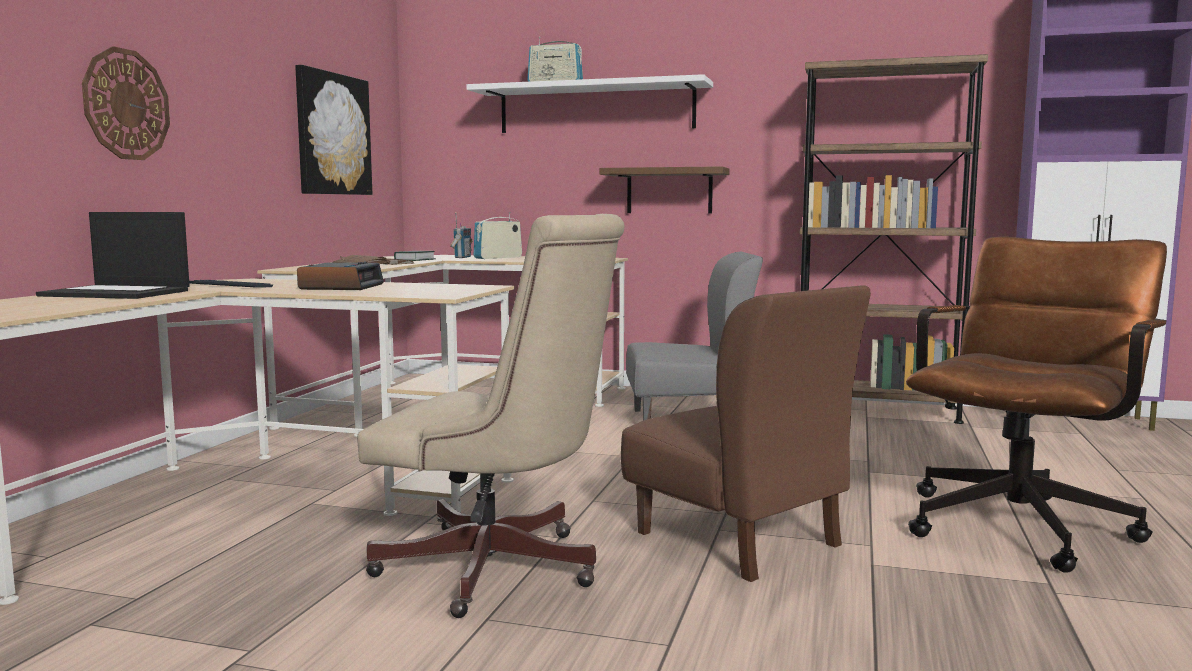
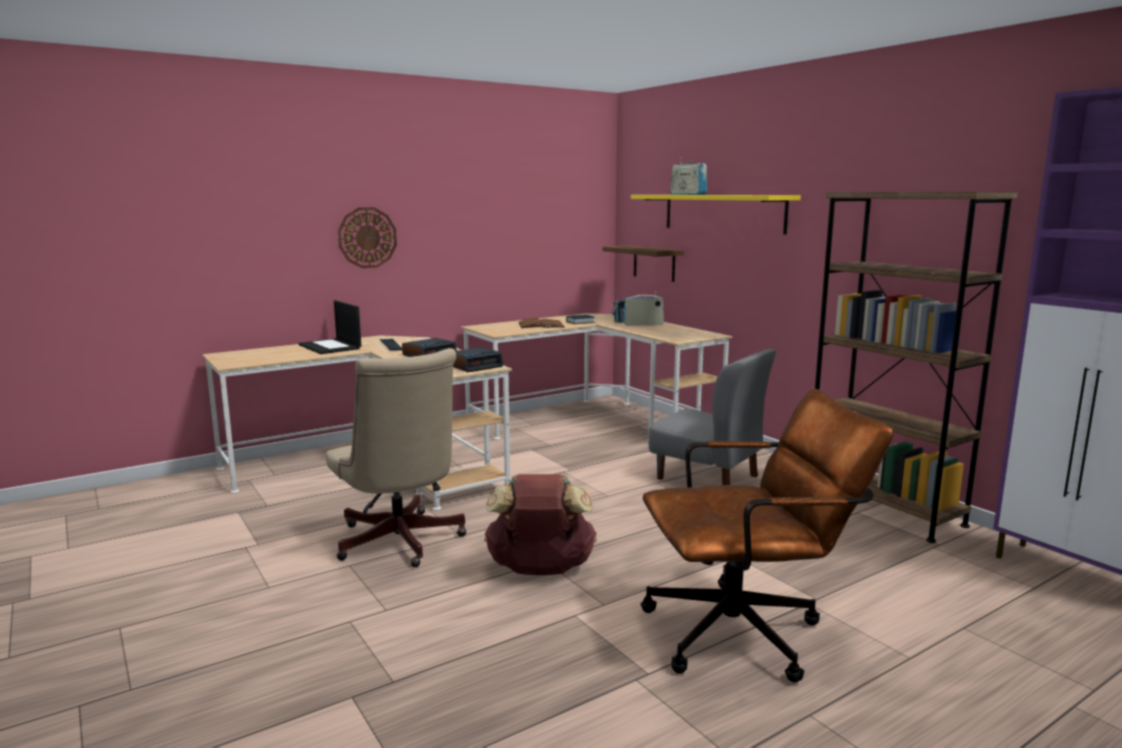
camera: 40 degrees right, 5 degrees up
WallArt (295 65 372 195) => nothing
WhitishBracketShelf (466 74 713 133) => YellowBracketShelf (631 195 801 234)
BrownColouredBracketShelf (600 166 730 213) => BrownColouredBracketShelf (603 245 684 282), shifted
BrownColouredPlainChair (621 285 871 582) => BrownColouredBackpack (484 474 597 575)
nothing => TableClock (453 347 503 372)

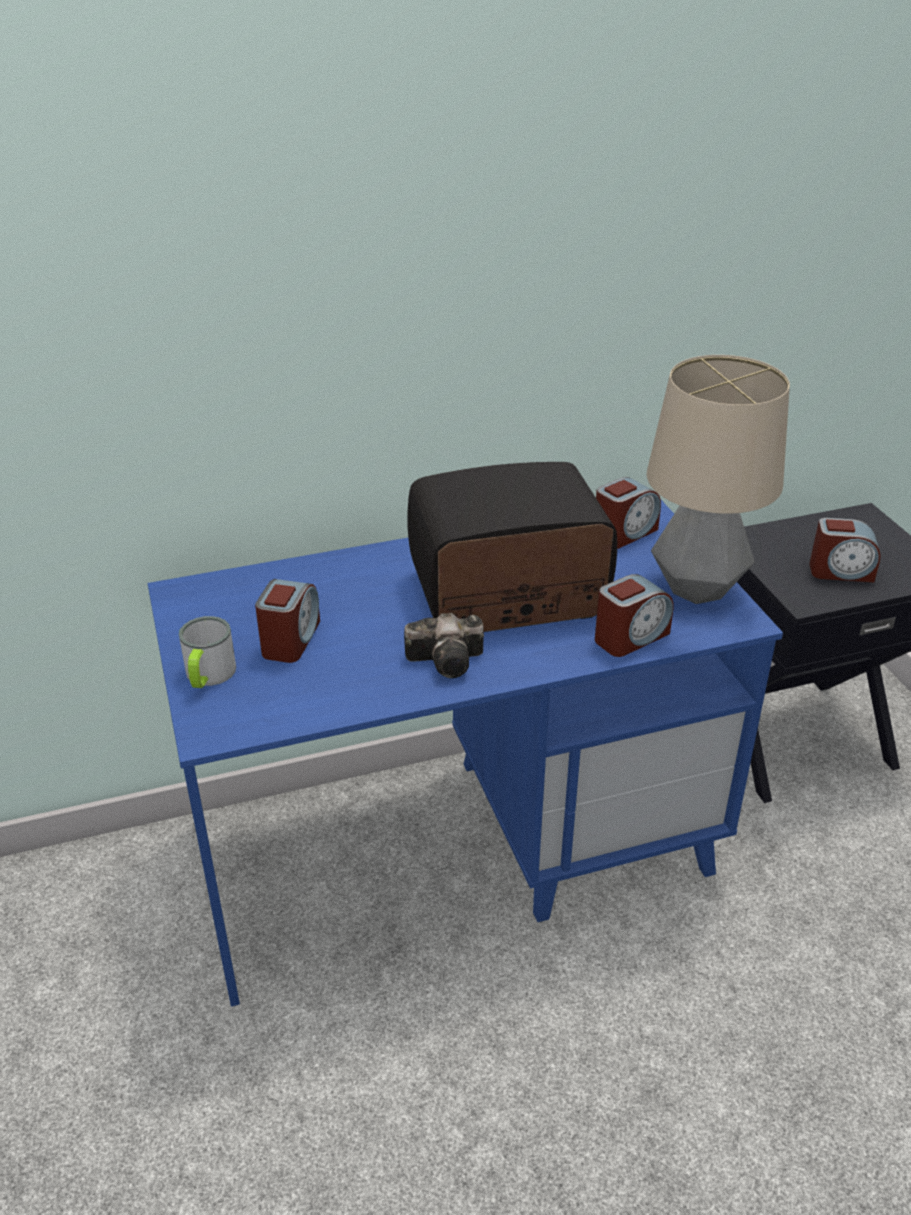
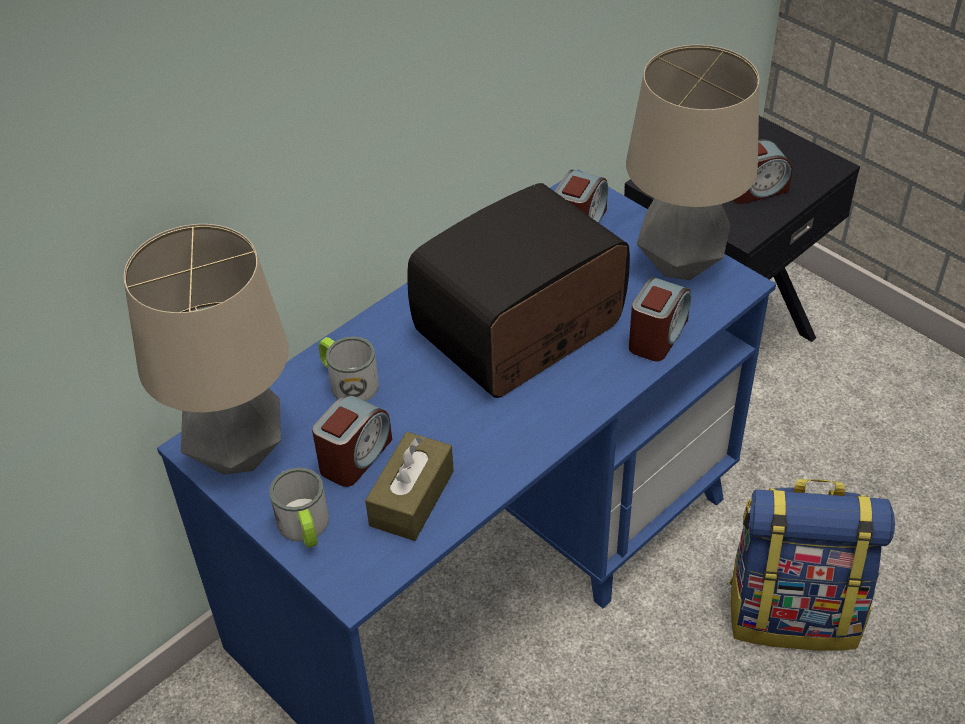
camera: 25 degrees left, 10 degrees up
TableClock (255 579 320 663) => TableClock (312 395 392 487), 45 degrees clockwise
StillCamera (404 613 484 678) => nothing
nothing => TabletopLamp (124 224 289 475)
nothing => Mug (319 336 379 401)
nothing => BrownColouredTissueBox (365 432 454 541)
nothing => Backpack (729 479 895 651)

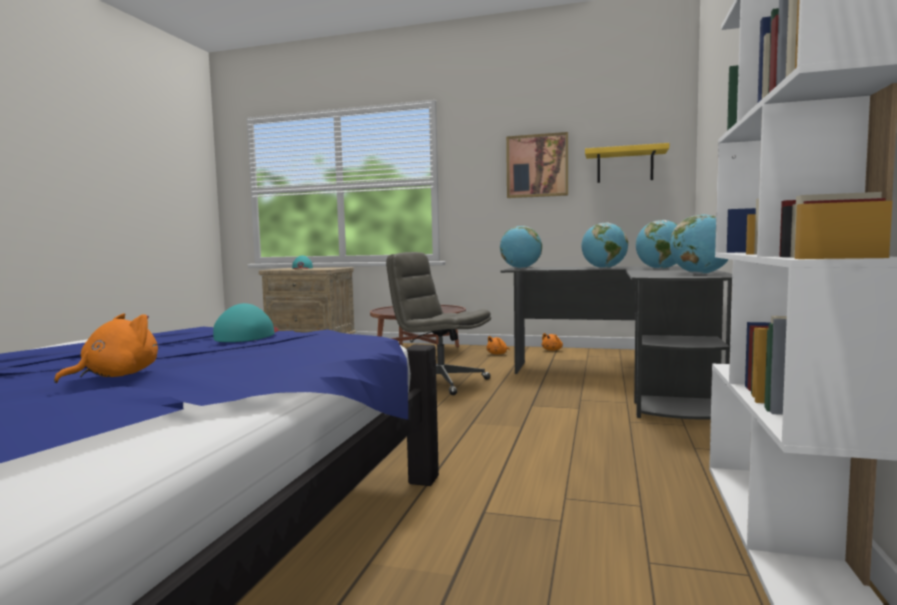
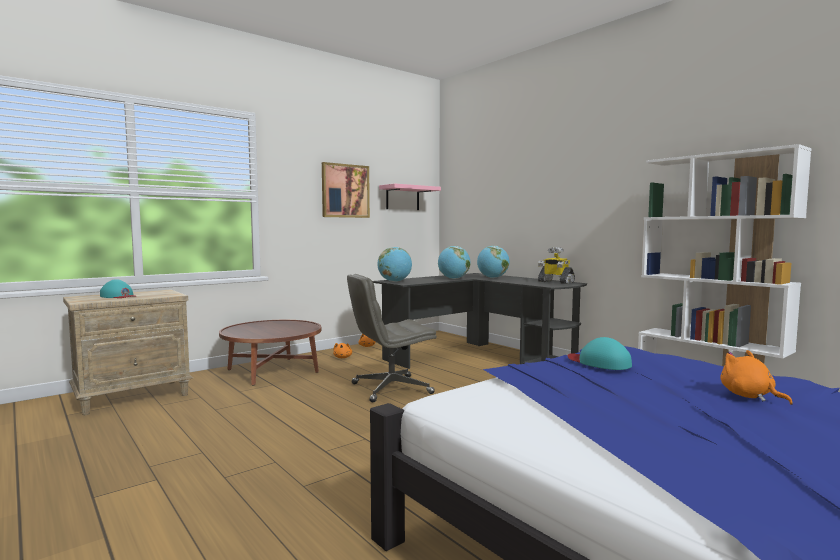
camera: 55 degrees left, 0 degrees up
YellowBracketShelf (585 143 669 183) => PinkBracketShelf (379 184 441 210)
Globe (670 215 729 274) => ModelRobot (538 247 575 284)

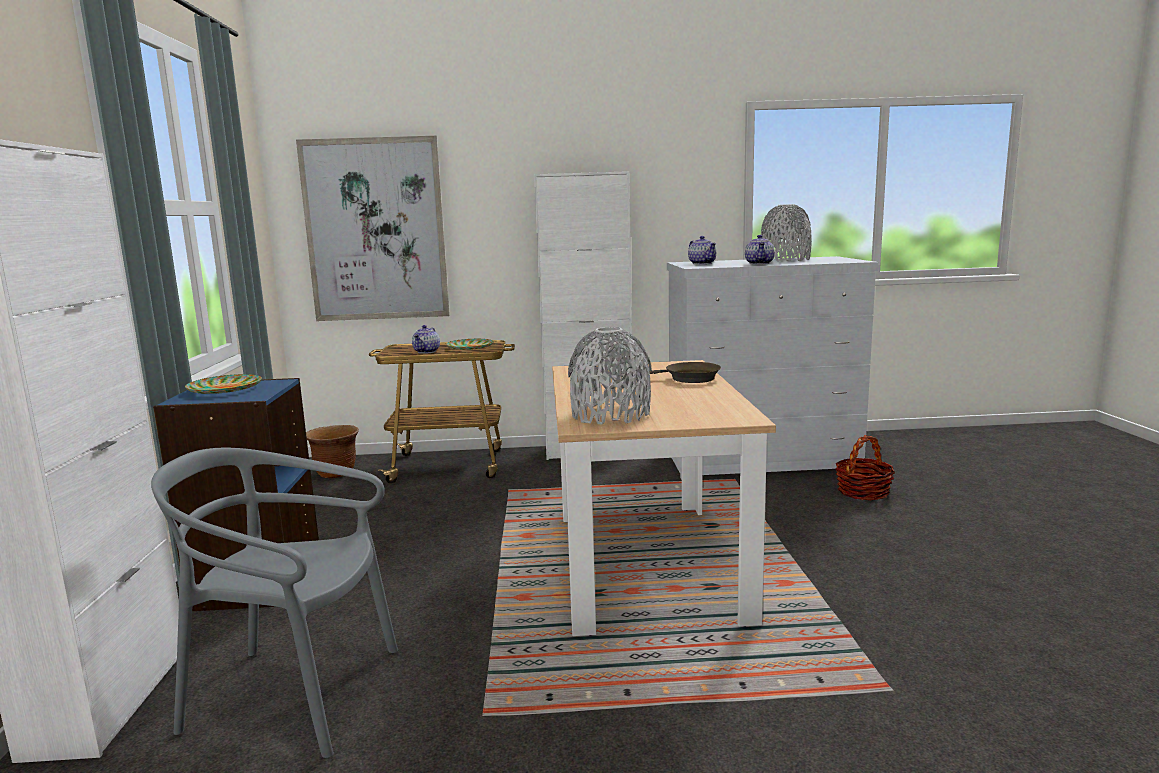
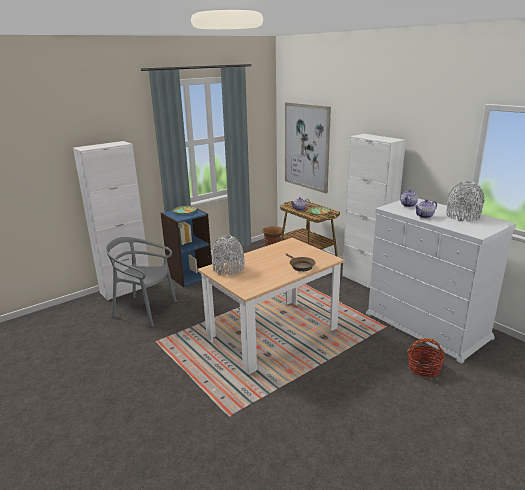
camera: 55 degrees right, 10 degrees up
GreyishPlainChair (151 447 398 758) => GreyishPlainChair (106 237 177 327), 45 degrees counterclockwise

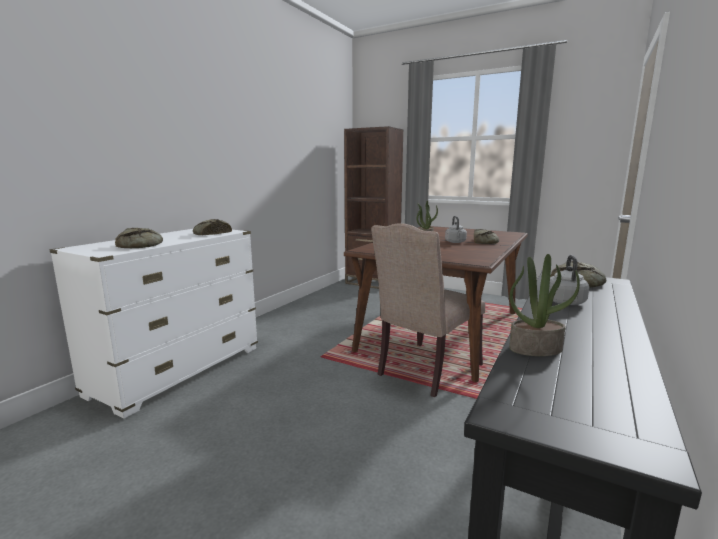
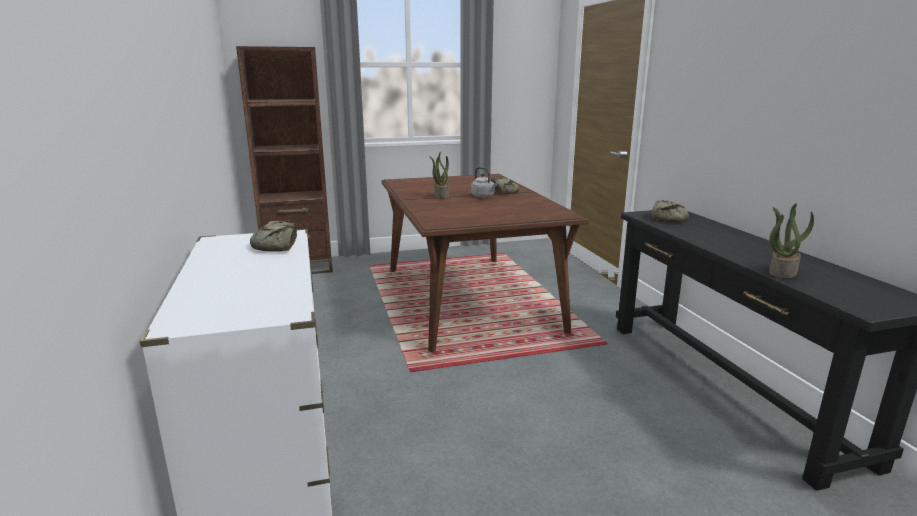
camera: 45 degrees left, 5 degrees up
BeigePlainChair (371 223 485 398) => nothing
BakeryBread (115 228 163 248) => nothing
GreyishKettle (549 255 589 305) => nothing

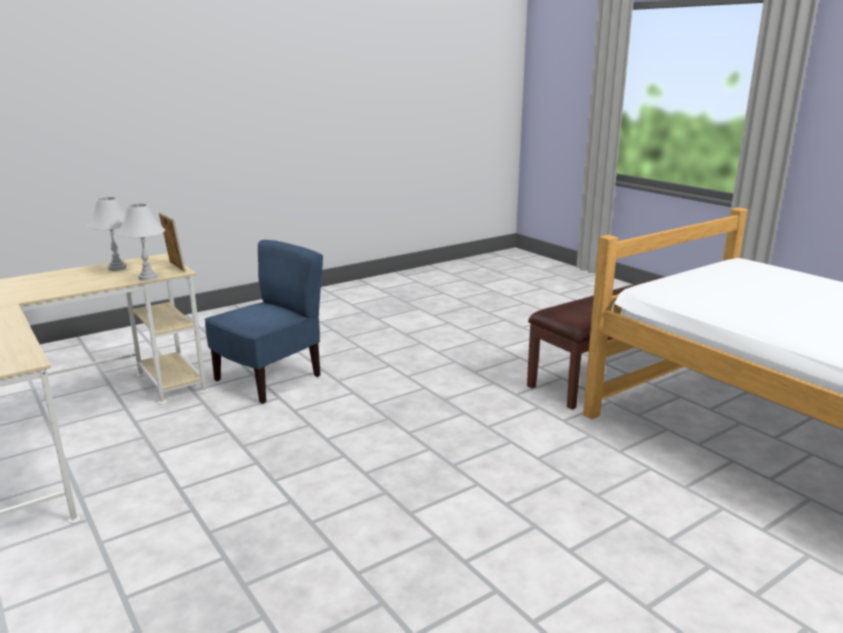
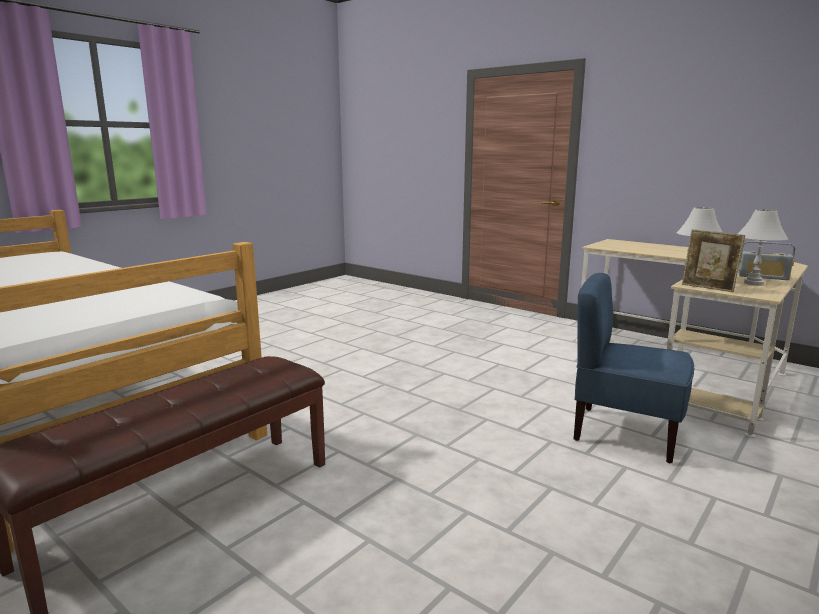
camera: 165 degrees right, 5 degrees down
BluePlainChair (204 240 323 404) => BluePlainChair (574 273 694 463), 90 degrees clockwise
nothing => Radio (738 241 795 280)

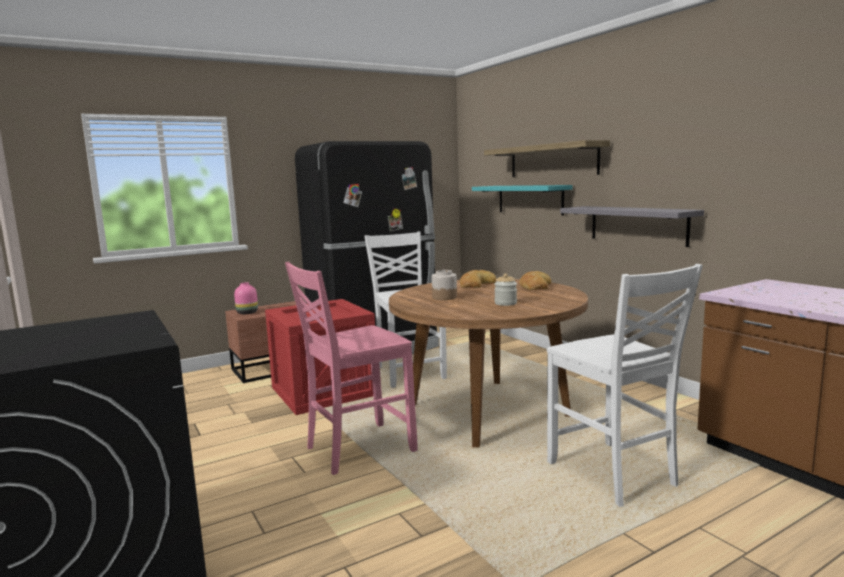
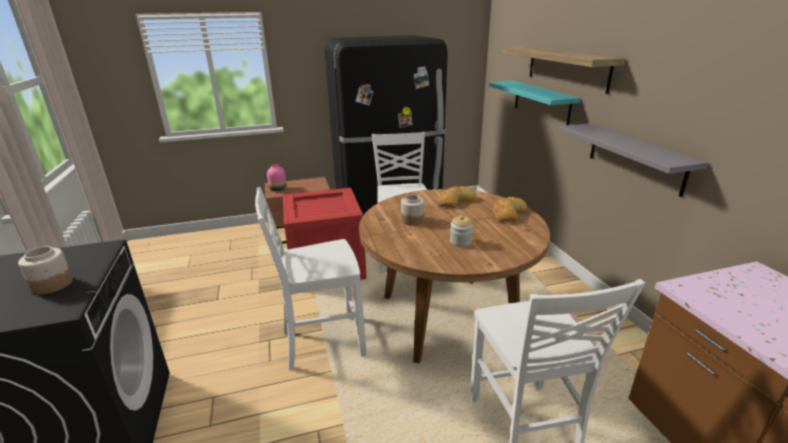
camera: 15 degrees right, 15 degrees up
PinkPlainChair (285 262 418 475) => WhitishPlainChair (255 187 366 370)
nothing => Jar (18 246 73 295)

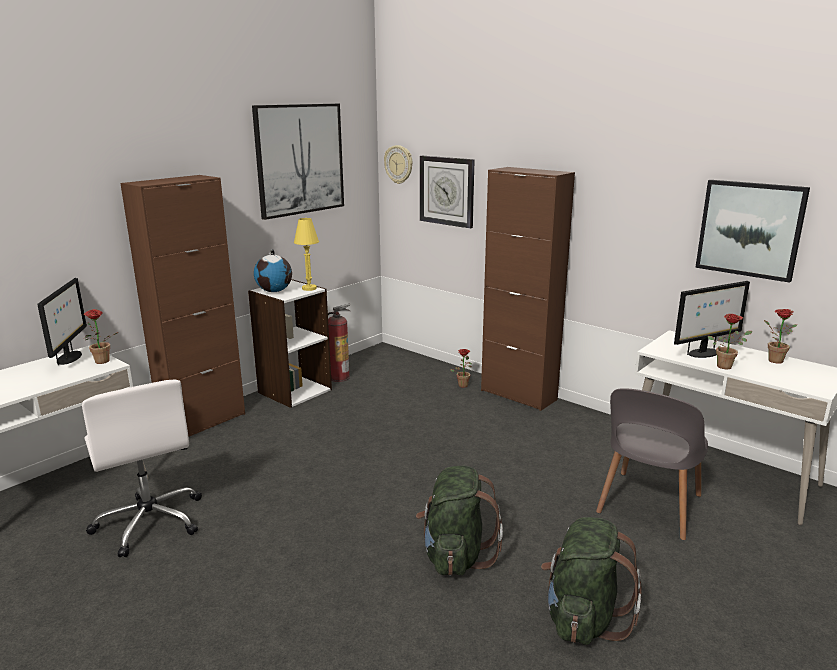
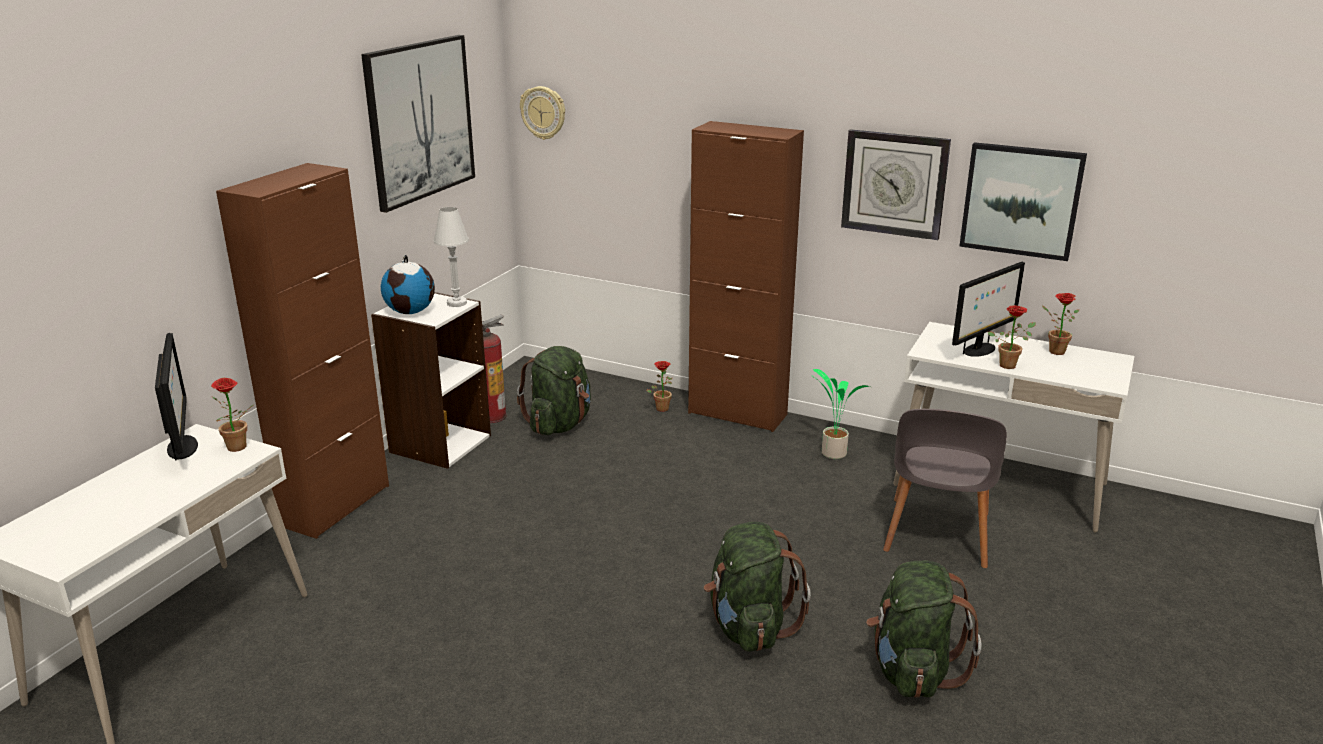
camera: 15 degrees left, 5 degrees up
HangingClock (420 156 475 229) => HangingClock (841 129 951 240), shifted
YellowTabletopLamp (294 218 319 291) => WhitishTabletopLamp (434 207 469 307)
WhitishComputerChair (82 380 202 557) => nothing
nothing => GreenishBackpack (517 346 591 435)
nothing => Houseplant (812 369 870 459)

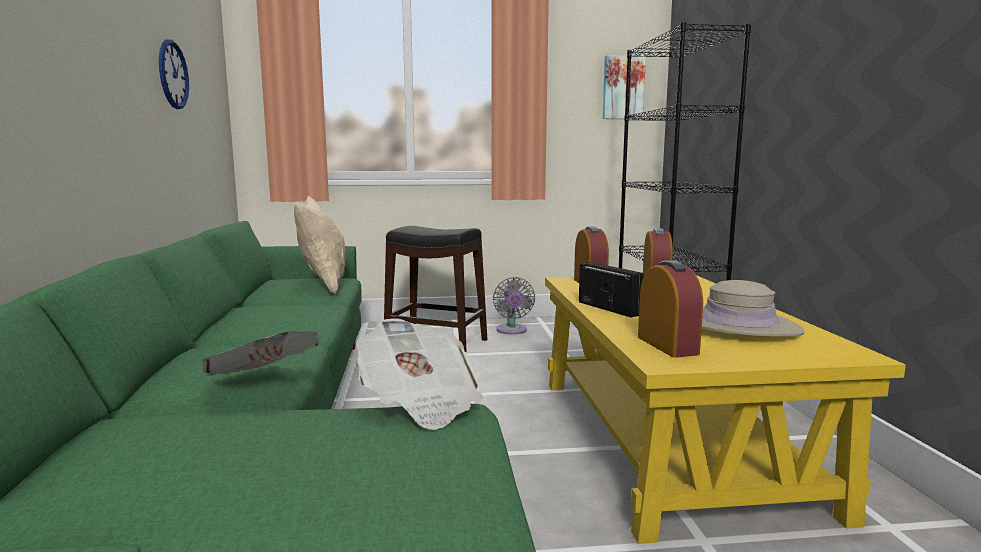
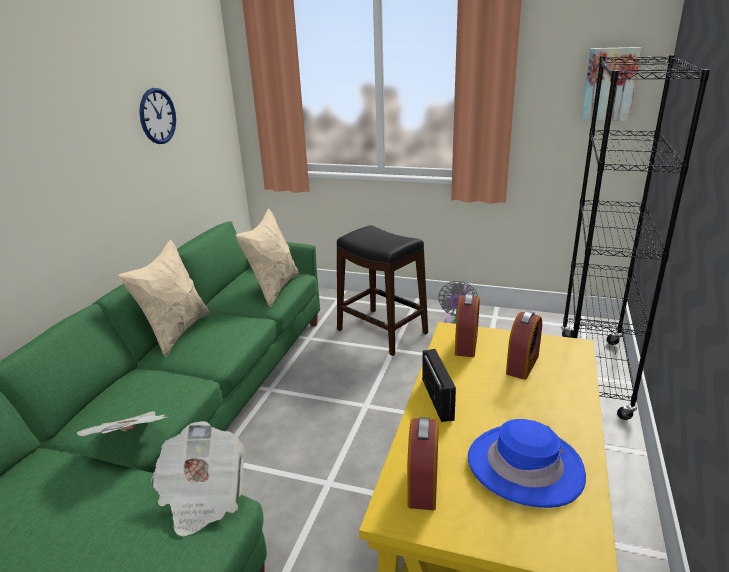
camera: 25 degrees right, 15 degrees up
BeigeWearableHat (702 280 805 336) => BlueWearableHat (468 419 586 508)
nothing => BeigePillow (118 239 210 357)

